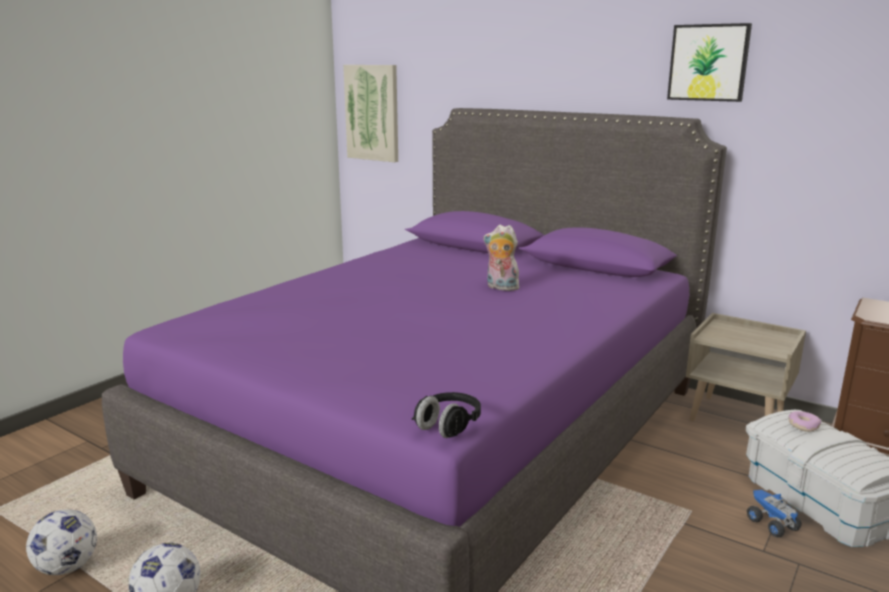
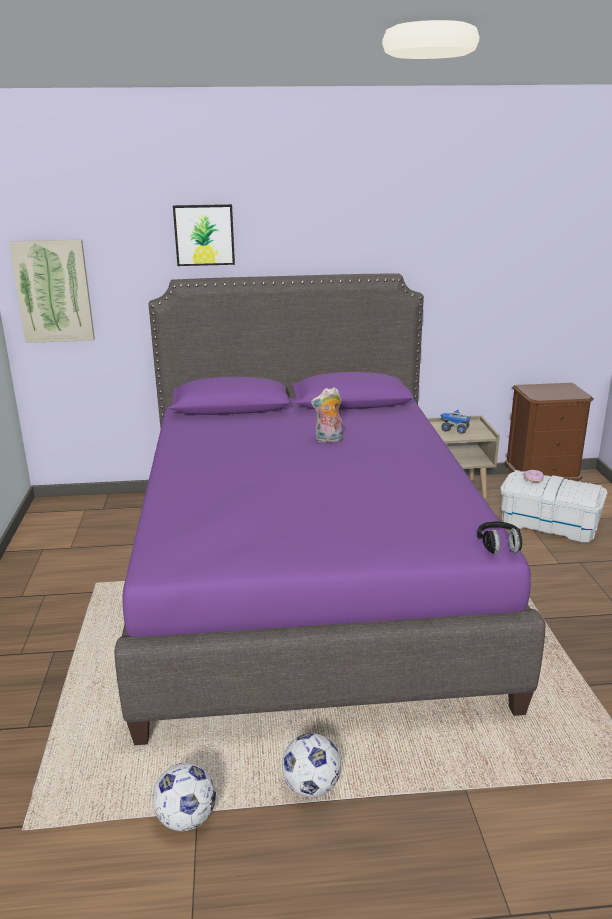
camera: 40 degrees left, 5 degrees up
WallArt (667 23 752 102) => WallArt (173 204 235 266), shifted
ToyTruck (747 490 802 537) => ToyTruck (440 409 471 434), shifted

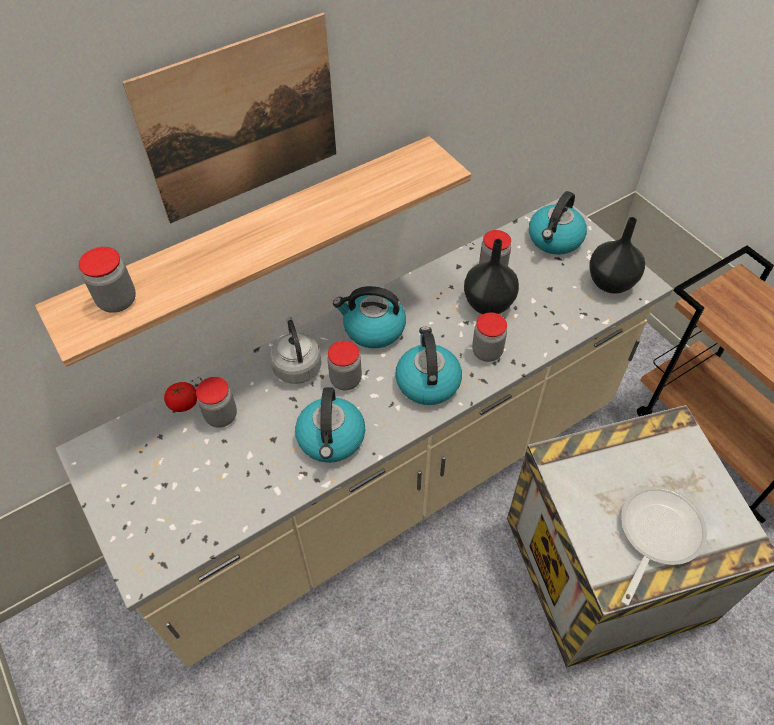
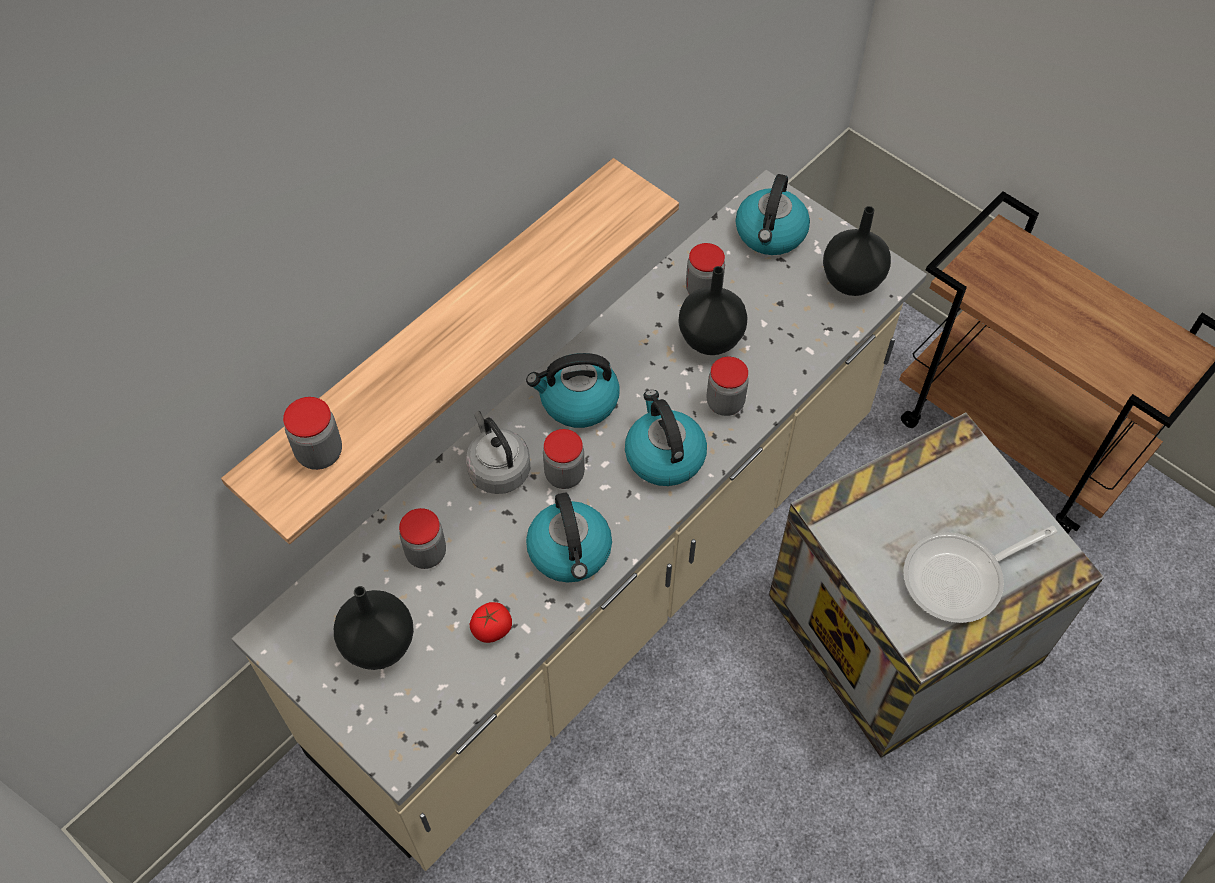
camera: 15 degrees left, 5 degrees up
WallArt (122 13 336 224) => nothing
Tomato (164 382 197 412) => Tomato (470 602 512 643), shifted
Skillet (621 486 707 606) => Skillet (903 526 1057 623), 135 degrees counterclockwise
nothing => BlackDecorativeVase (334 586 414 670)

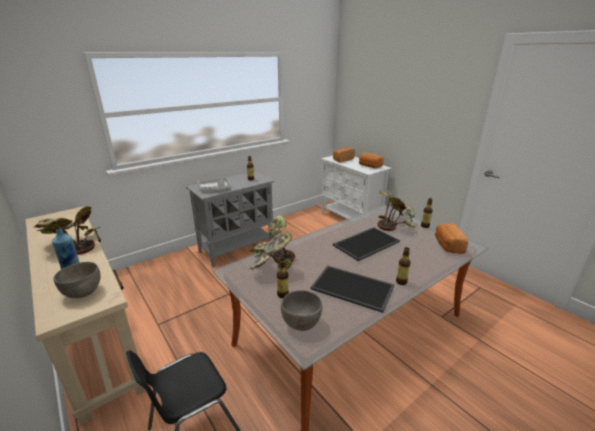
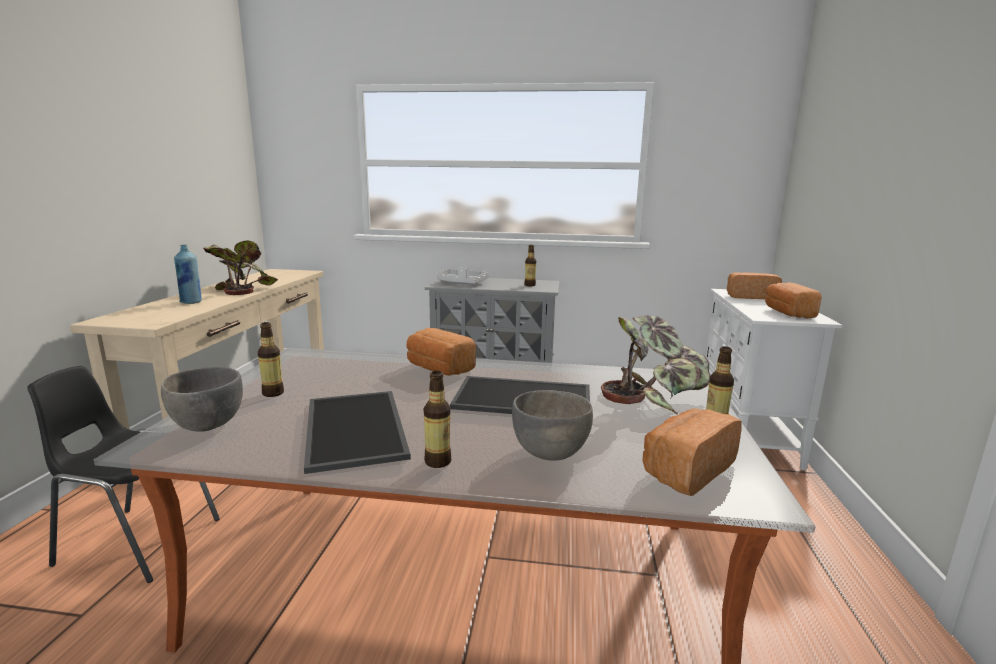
camera: 45 degrees right, 10 degrees down
Houseplant (250 215 296 270) => nothing
GreyishBowl (54 262 101 298) => GreyishBowl (512 390 593 461), shifted
nothing => BakeryBread (407 328 476 376)

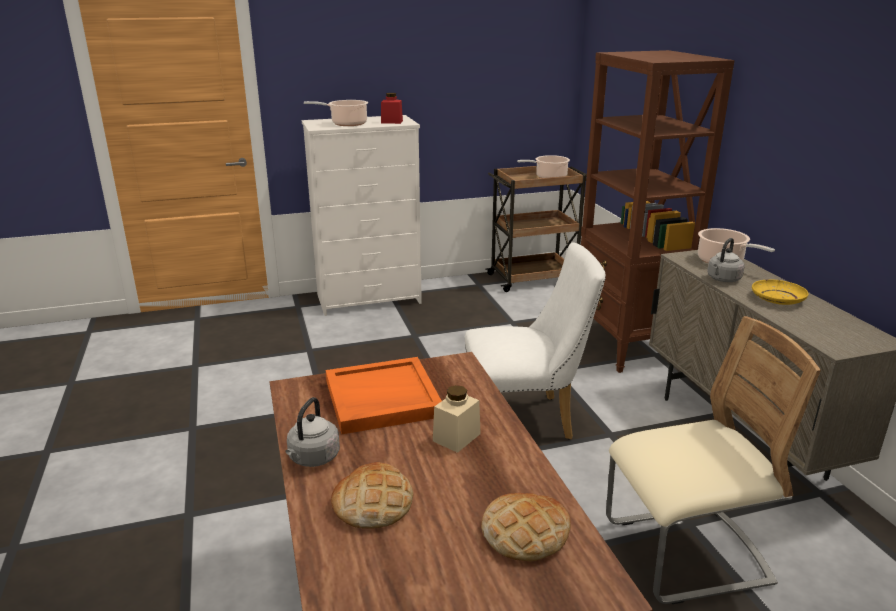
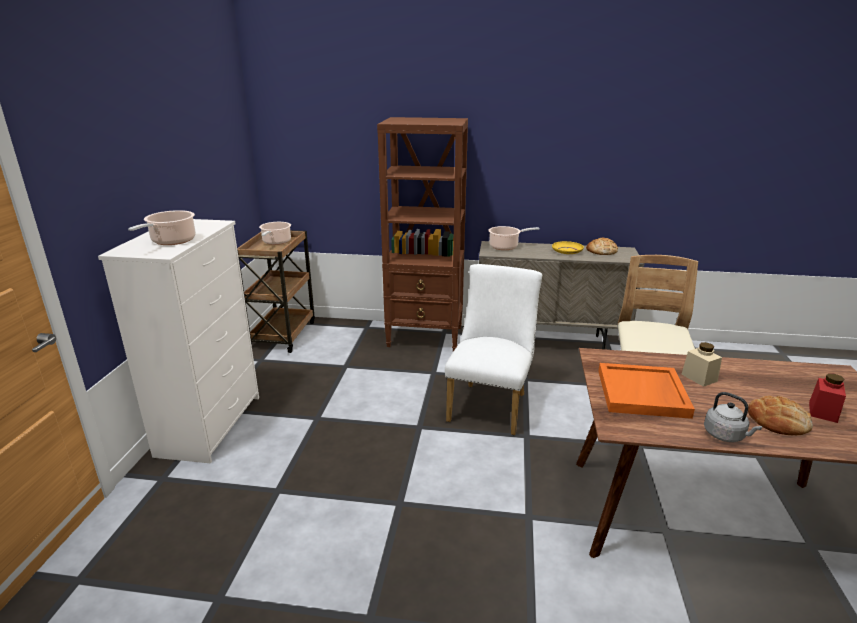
camera: 65 degrees left, 0 degrees up
RedColouredJar (381 93 403 124) => RedColouredJar (809 373 846 423), shifted
GreyishKettle (707 238 745 282) => nothing
BakeryBread (481 493 571 561) => BakeryBread (586 238 618 255), shifted

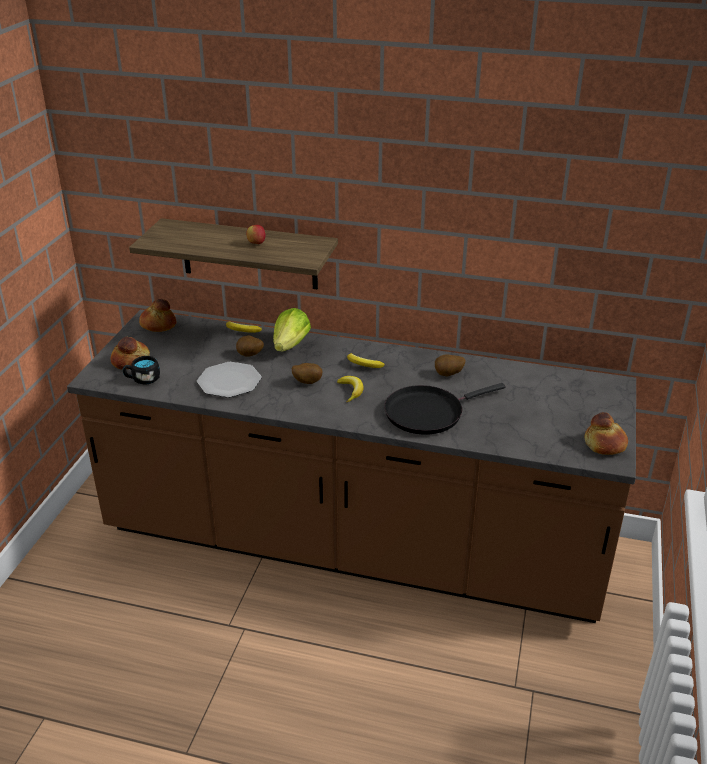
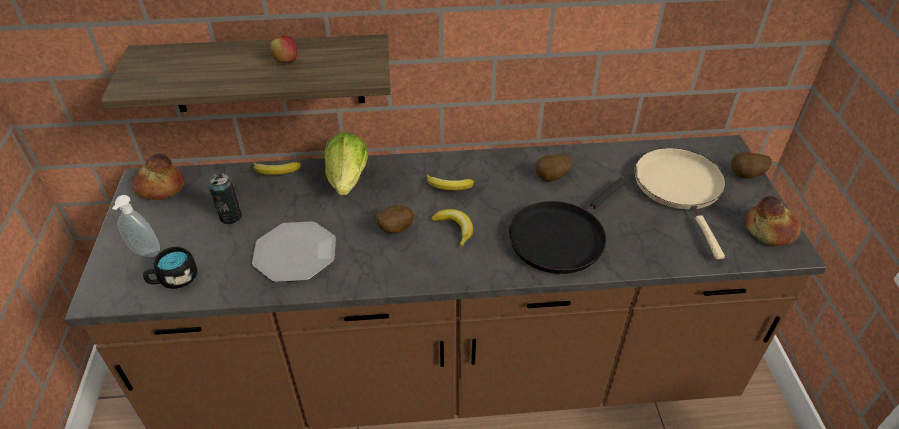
camera: 20 degrees left, 10 degrees up
Spud (236 335 264 357) => Spud (731 152 772 179), shifted
BakeryBread (111 337 150 370) => LiquidSoapBottle (112 195 160 257)
nothing => BeigeSkillet (635 148 726 259)
nothing => MetalCan (208 173 242 224)

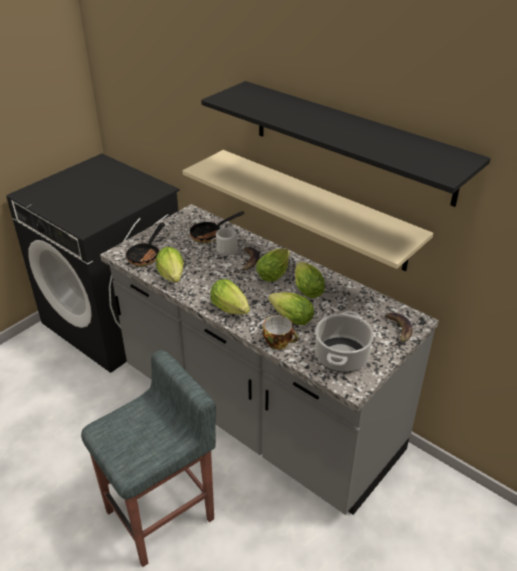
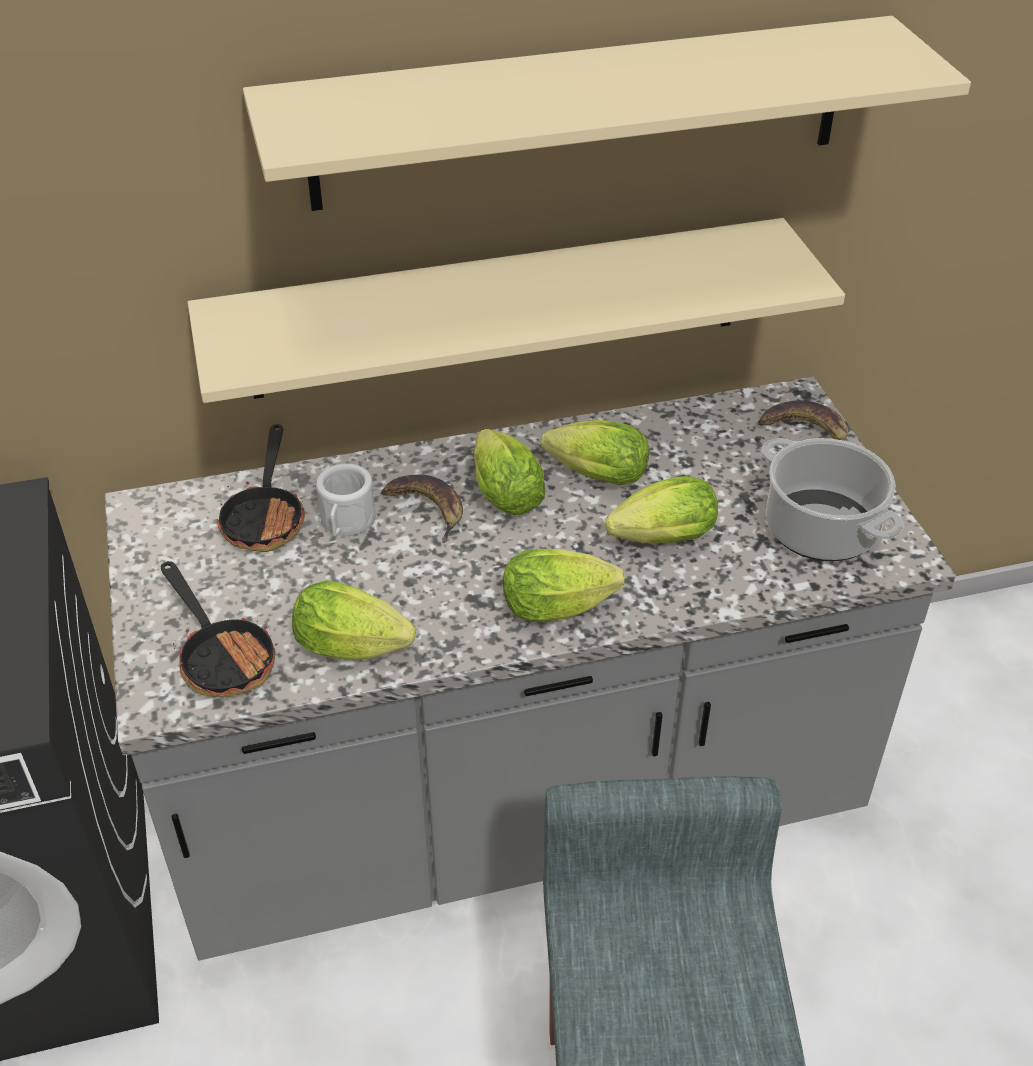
camera: 55 degrees left, 5 degrees up
BlackBracketShelf (201 81 491 207) => BeigeBracketShelf (243 16 971 211)
DrinkingCup (263 315 298 350) => nothing

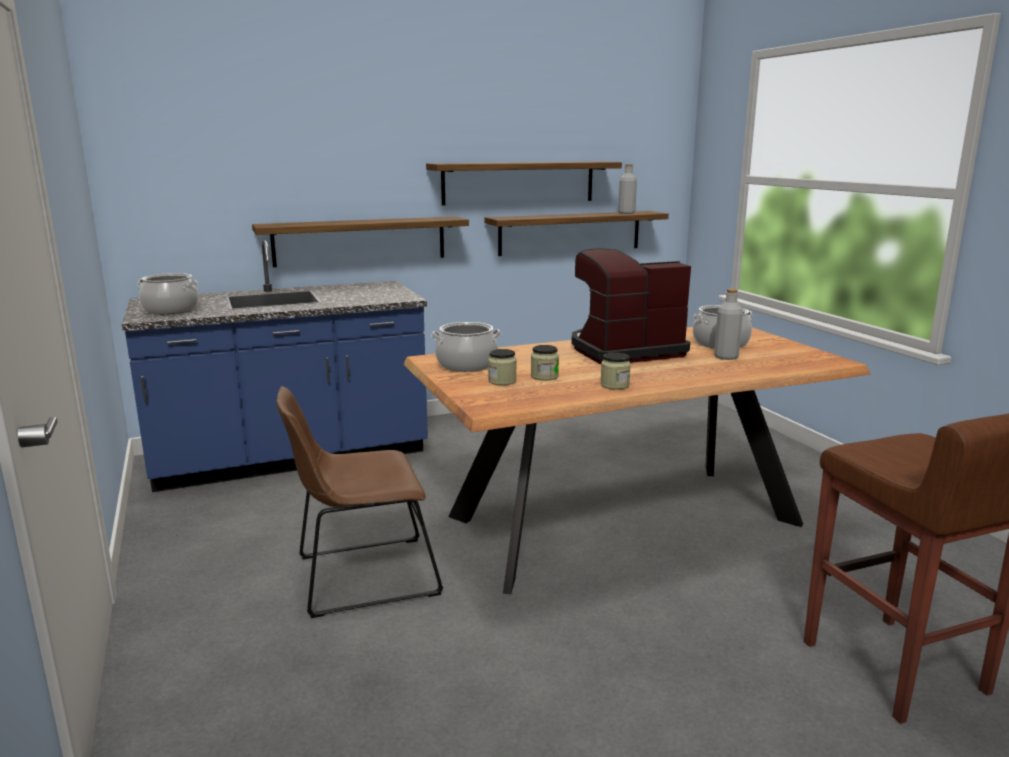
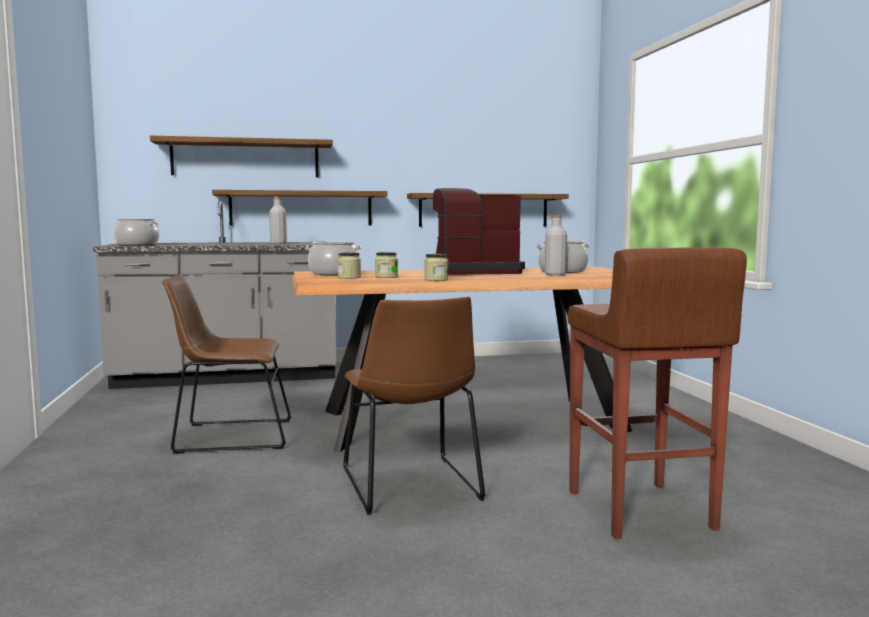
camera: 10 degrees right, 10 degrees down
BracketShelf (426 161 622 205) => BracketShelf (150 136 333 177), shifted
GreyishDrinkBottle (618 164 637 214) => GreyishDrinkBottle (269 197 287 244), shifted
BlueKitchenBaseUnit (122 240 428 492) => GreyishKitchenBaseUnit (93 201 337 389)
nothing => BrownColouredPlainChair (343 297 486 515)

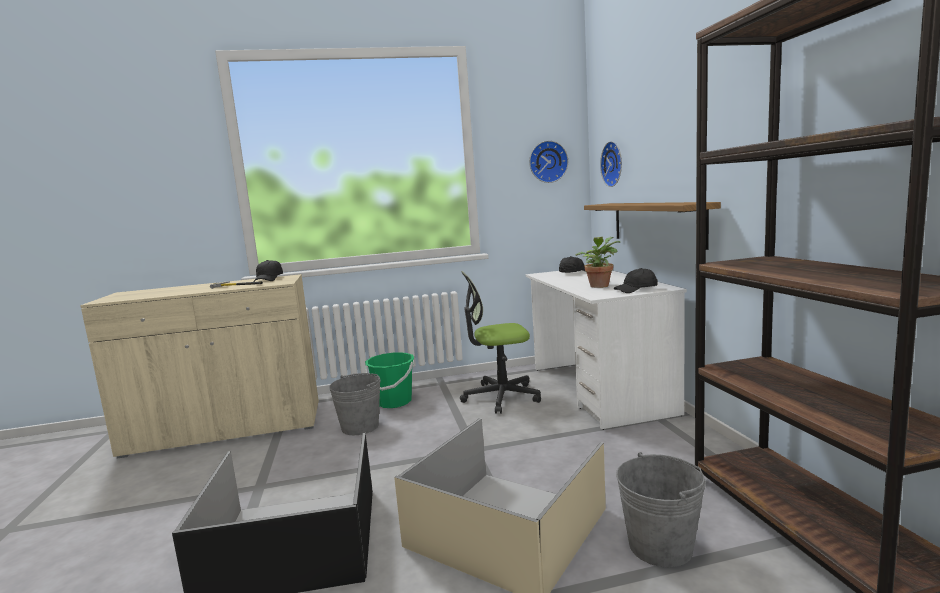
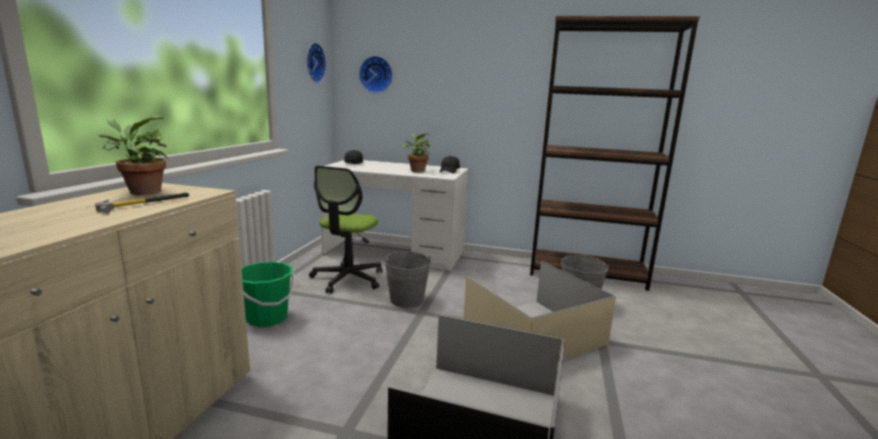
camera: 65 degrees left, 5 degrees up
BracketShelf (584 202 721 250) => nothing
BlackCap (253 260 283 282) => Houseplant (99 116 168 195)
GreyishWaterBucket (329 373 381 435) => GreyishWaterBucket (384 251 431 308), shifted

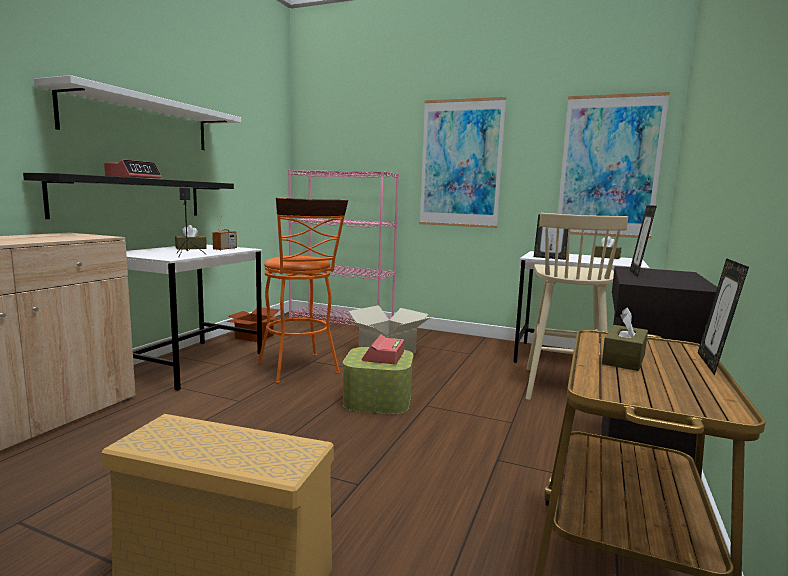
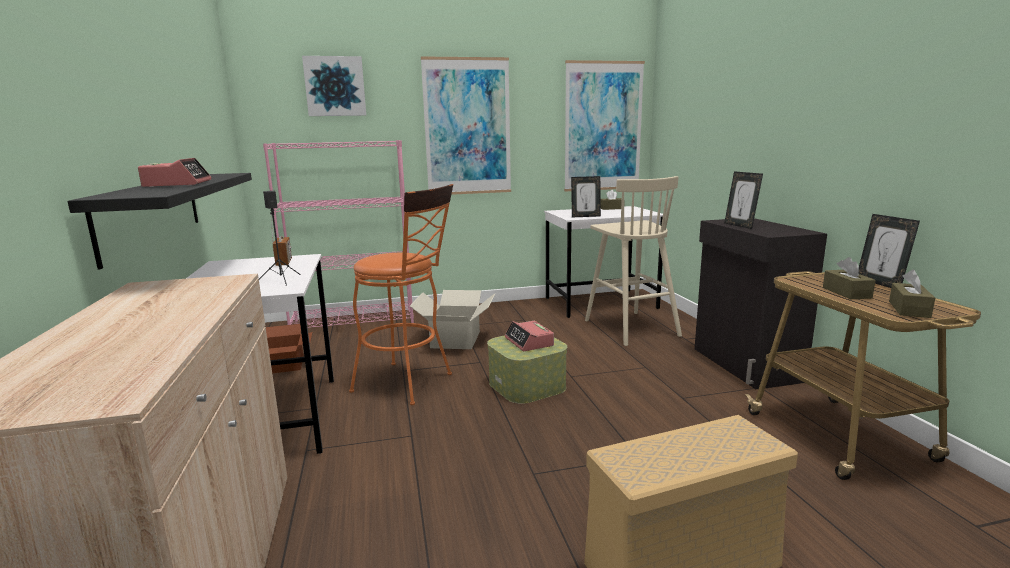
camera: 35 degrees left, 5 degrees up
WhitishBracketShelf (34 75 241 150) => nothing
BrownColouredTissueBox (175 225 207 250) => BrownColouredTissueBox (889 270 935 318), shifted
nothing => WallArt (302 56 366 116)

